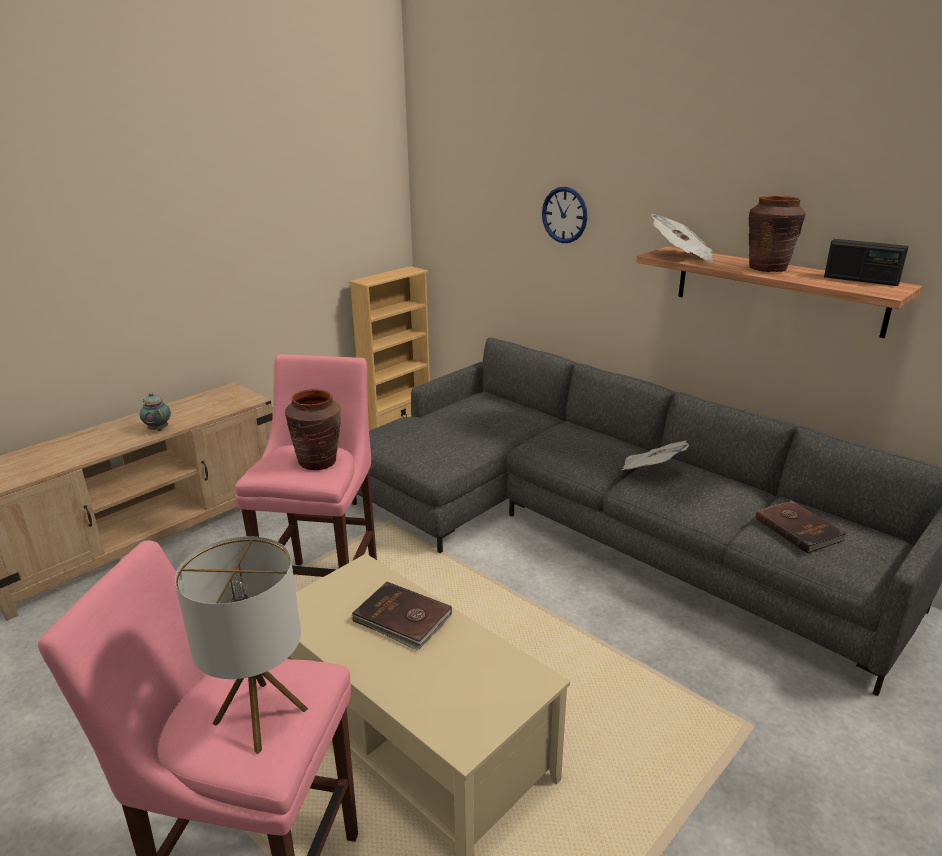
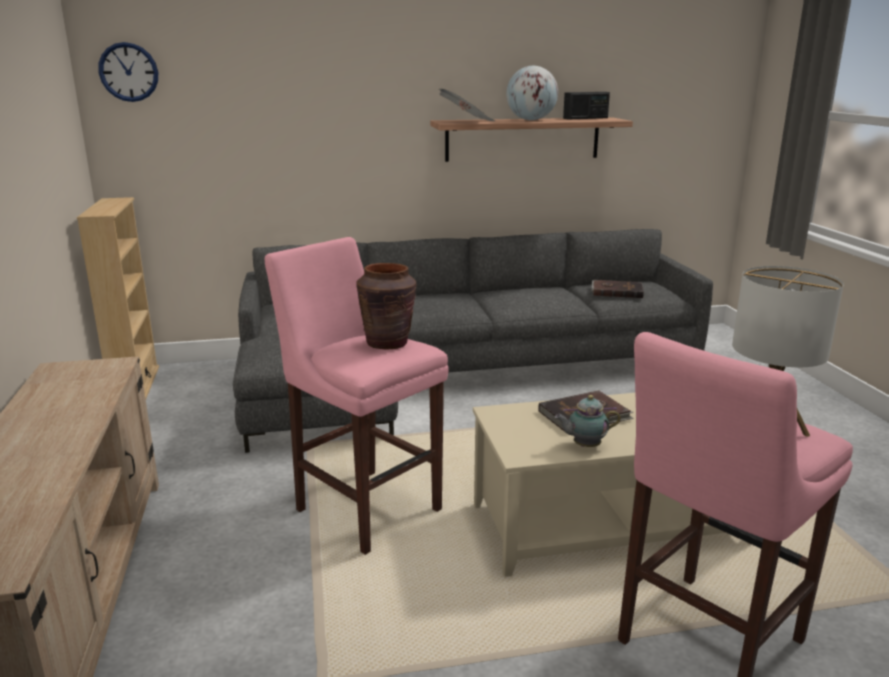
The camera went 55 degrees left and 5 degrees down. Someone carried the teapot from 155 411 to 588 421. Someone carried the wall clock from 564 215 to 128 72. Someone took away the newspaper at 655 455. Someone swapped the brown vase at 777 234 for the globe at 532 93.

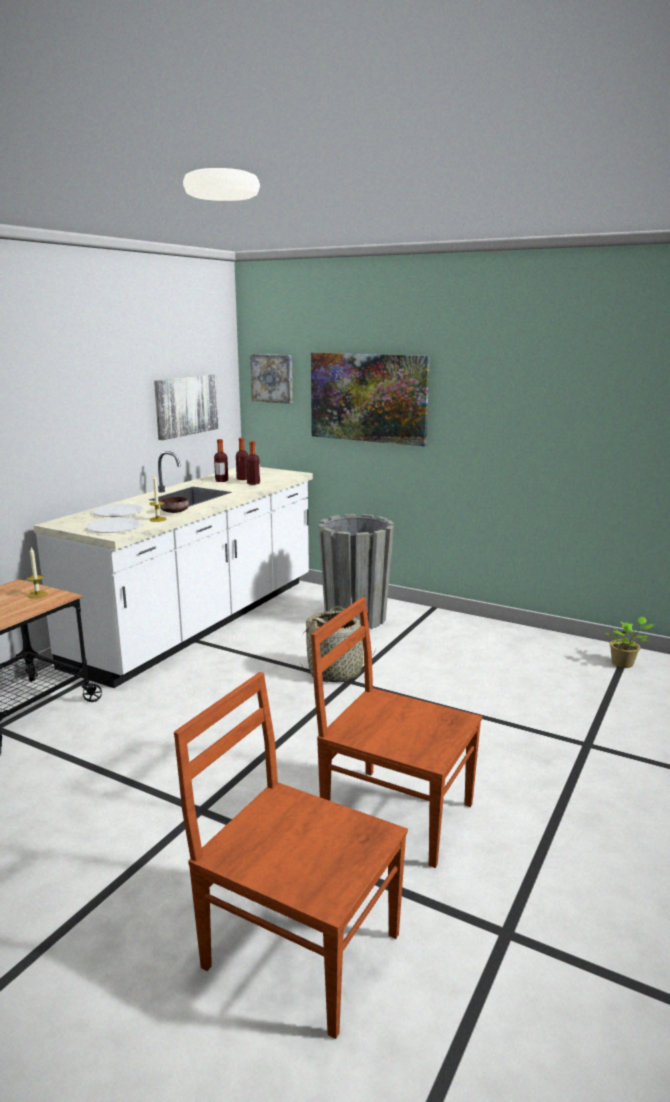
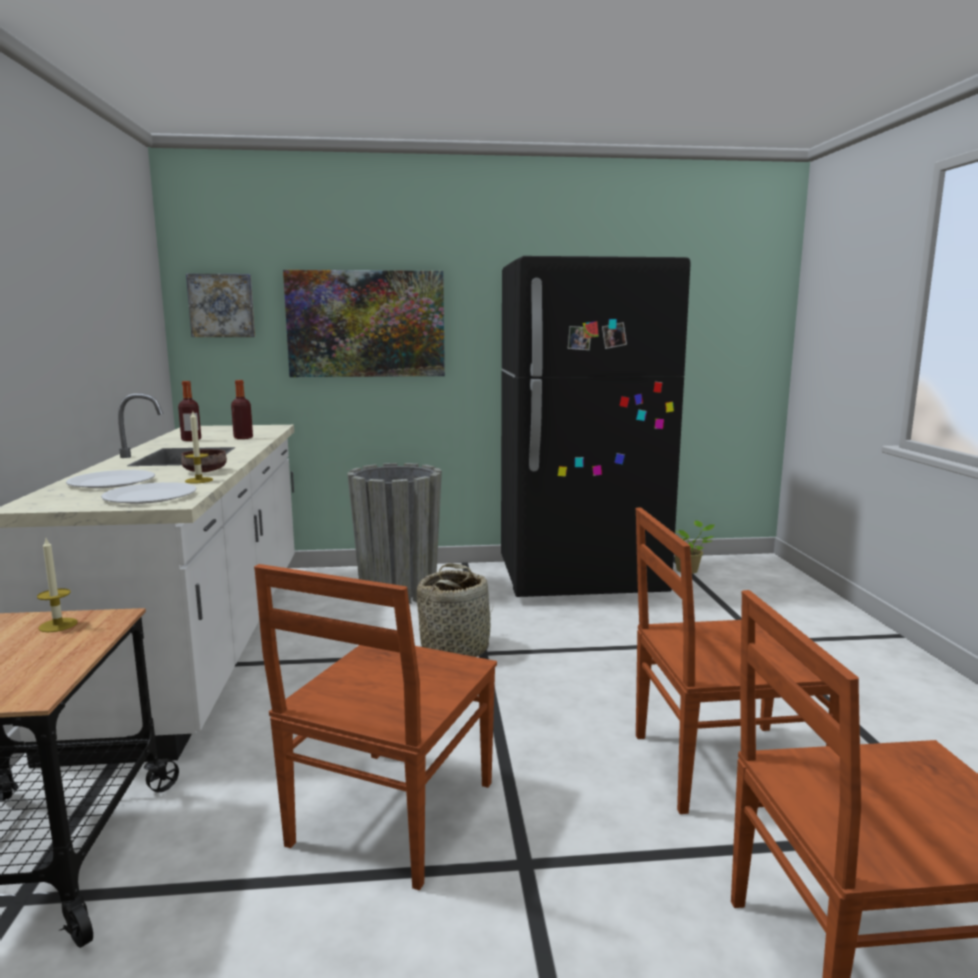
The camera went 35 degrees left and 5 degrees down. Someone took away the picture at 186 407. Someone took away the bottle at 242 459. Someone put down the brown chair at 375 727. Someone put down the black fridge at 596 426.

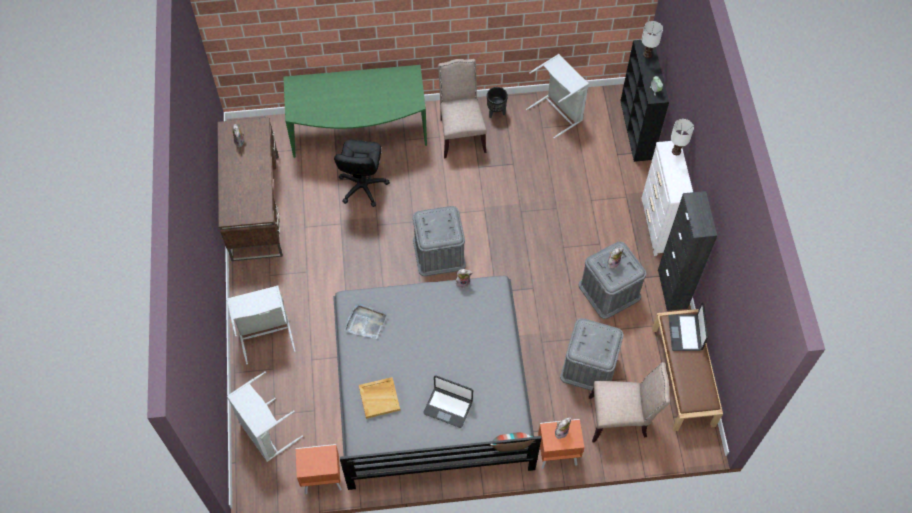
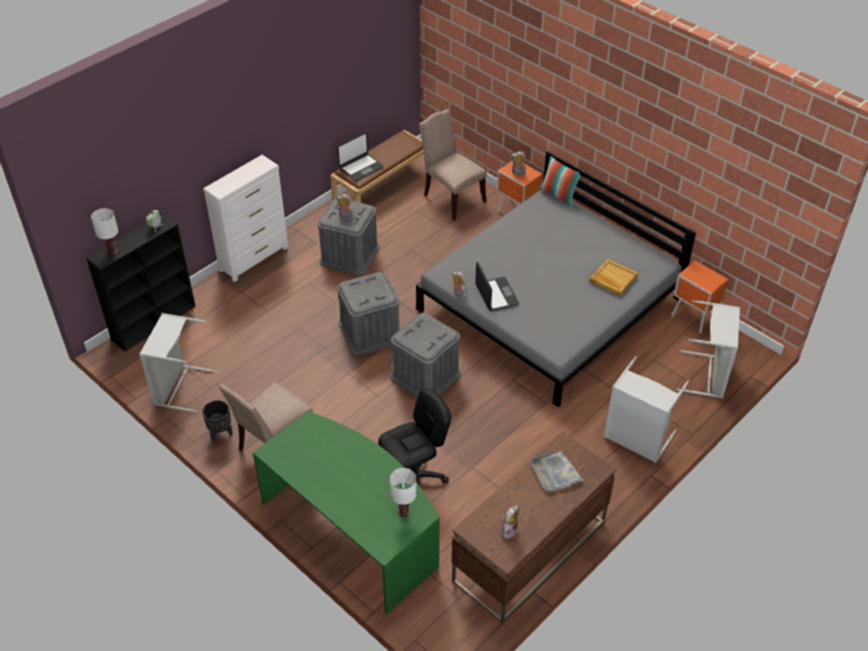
The camera went 130 degrees left and 15 degrees down. Someone carried the grey tray from 365 321 to 556 471. Someone carried the laptop from 448 401 to 497 287. Someone carried the grey storage box from 592 354 to 368 314. Someone took away the black cabinet at 687 251. Someone carried the white table lamp from 682 137 to 403 492.

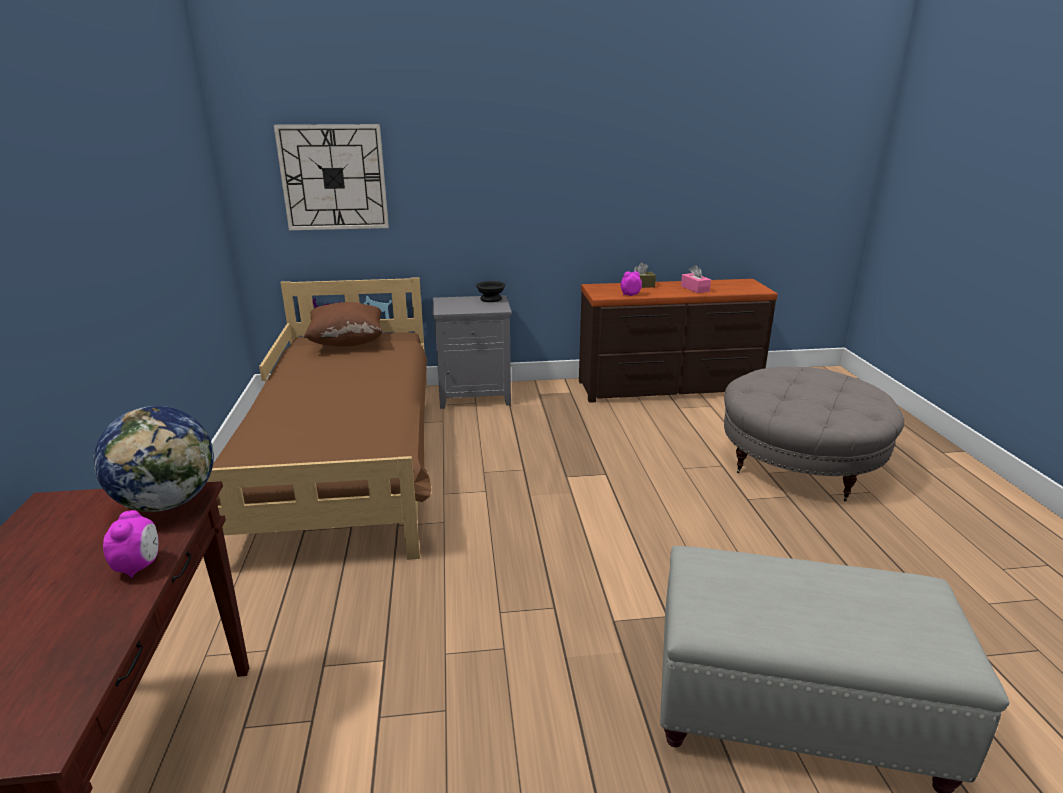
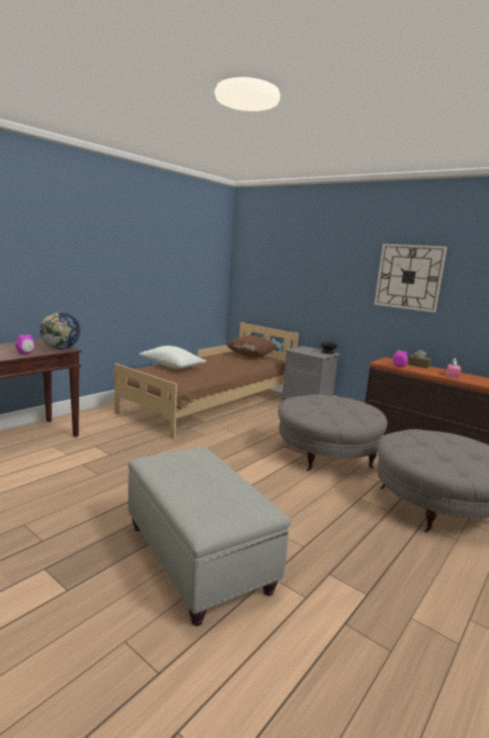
The camera went 45 degrees right and 10 degrees down. Someone carried the wall clock from 331 177 to 410 278. Someone put down the pillow at 172 357. Someone put down the grey ottoman at 332 432.

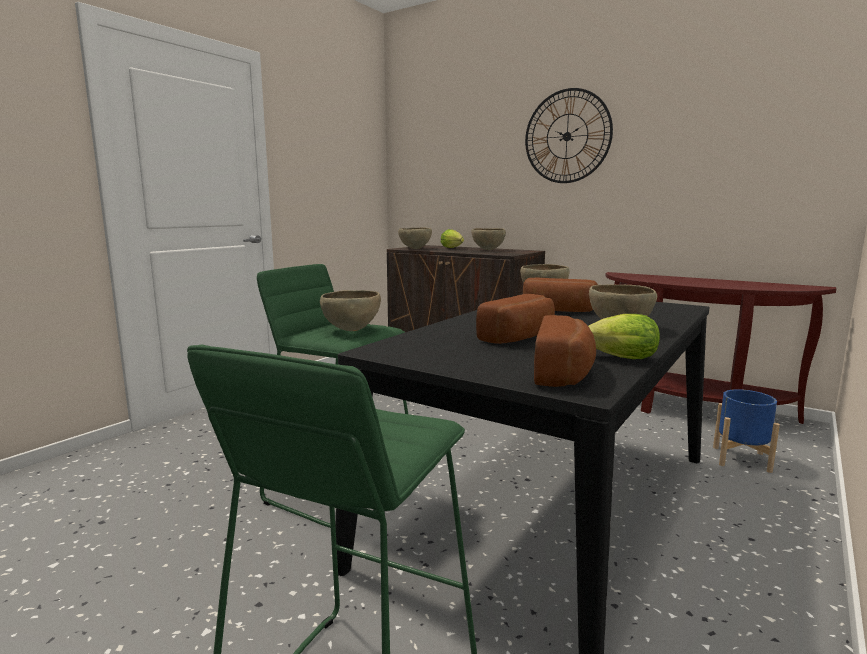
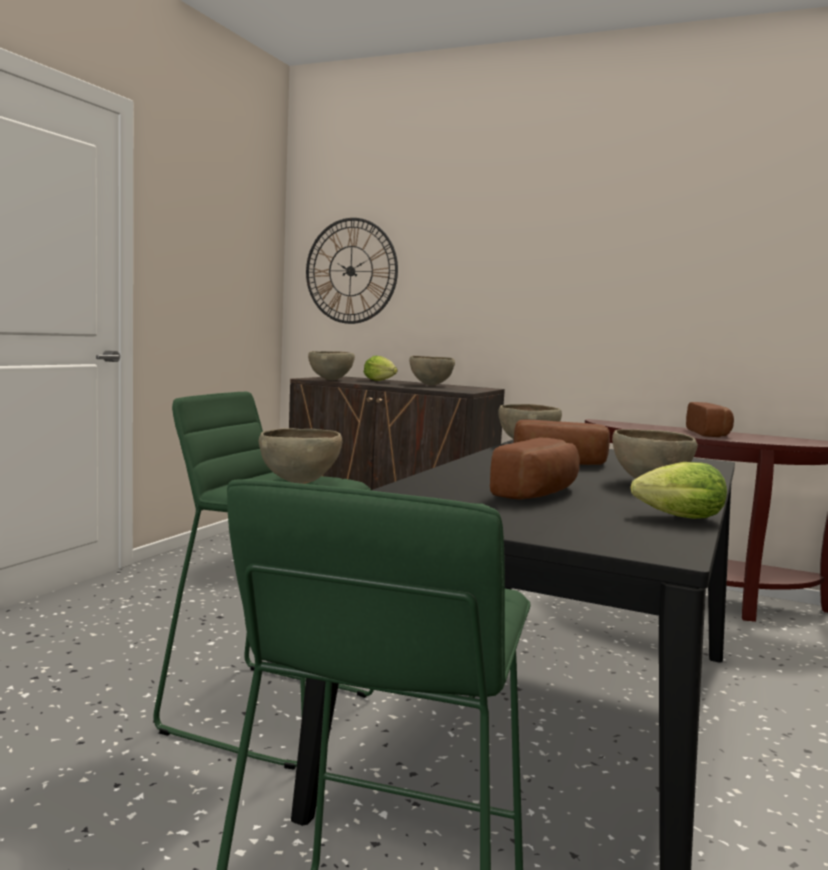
The camera went 10 degrees left and 5 degrees down. Someone carried the wall clock from 569 135 to 352 271. Someone carried the bread from 565 351 to 710 419. Someone took away the blue planter at 746 431.

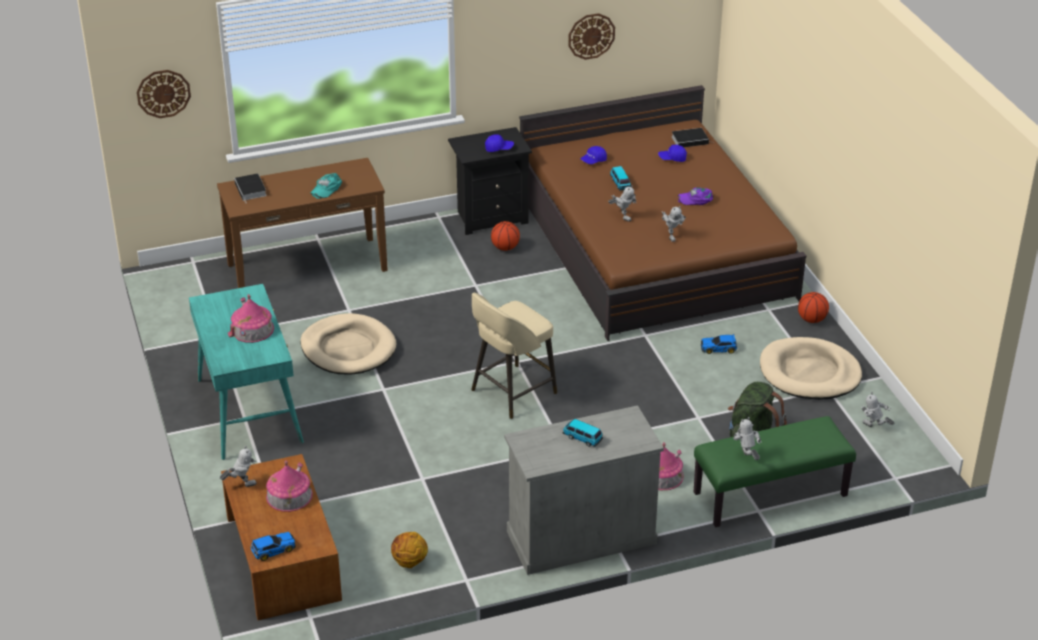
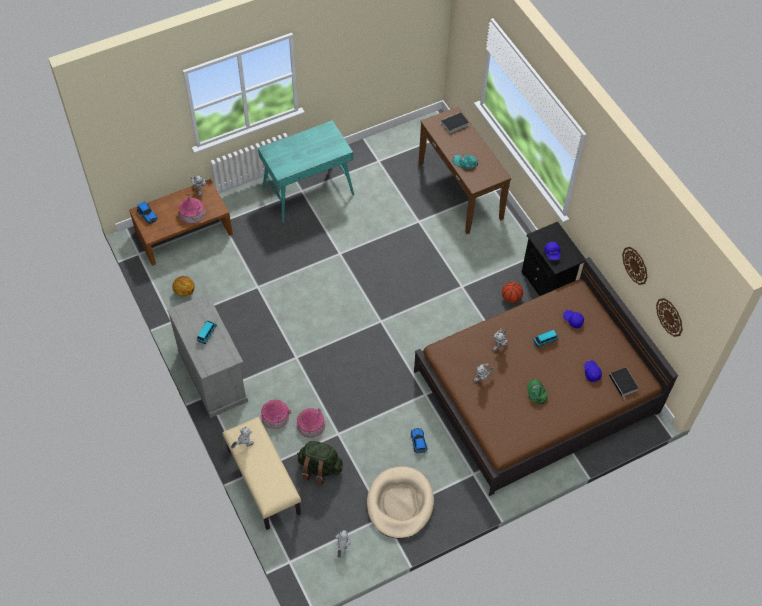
The camera went 80 degrees right and 20 degrees up. Someone carried the wall clock from 164 94 to 669 317. Someone carried the toy house from 251 318 to 311 423. Someone took away the beige dog bed at 348 344. Someone took away the beige stool at 514 356. Someone repainted the purple cap at 695 196, which became the green cap at 537 391. Someone repainted the green bench at 775 471, which became the beige bench at 261 473. Someone took away the basketball at 813 307.

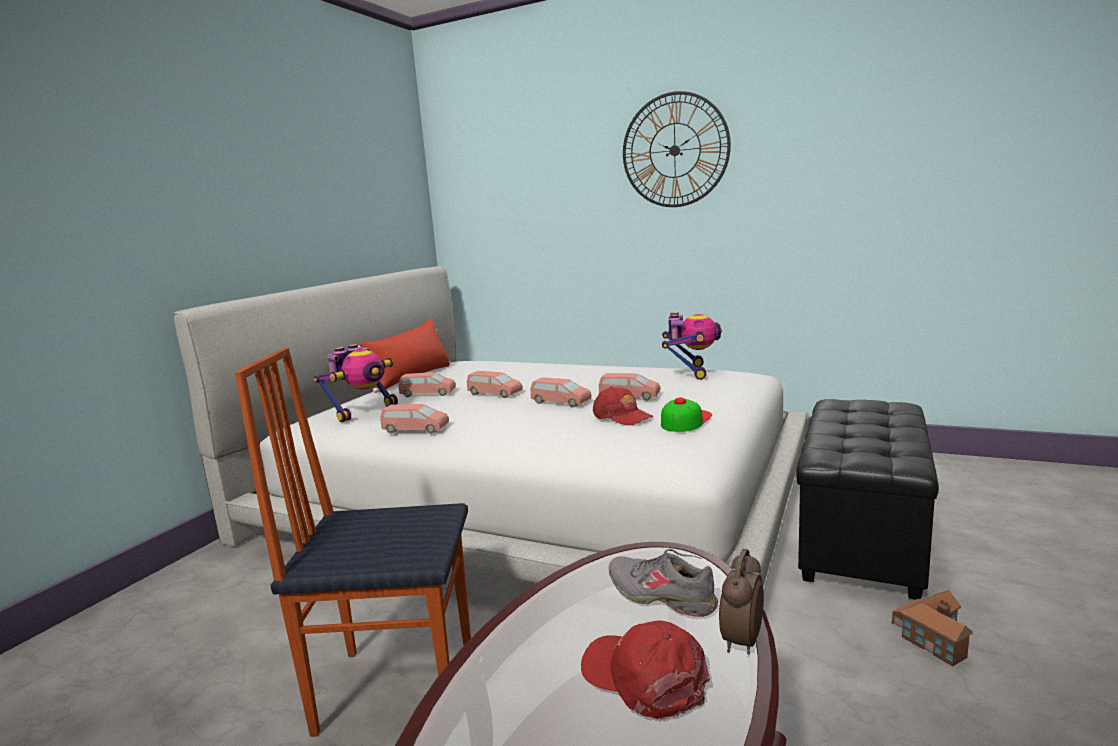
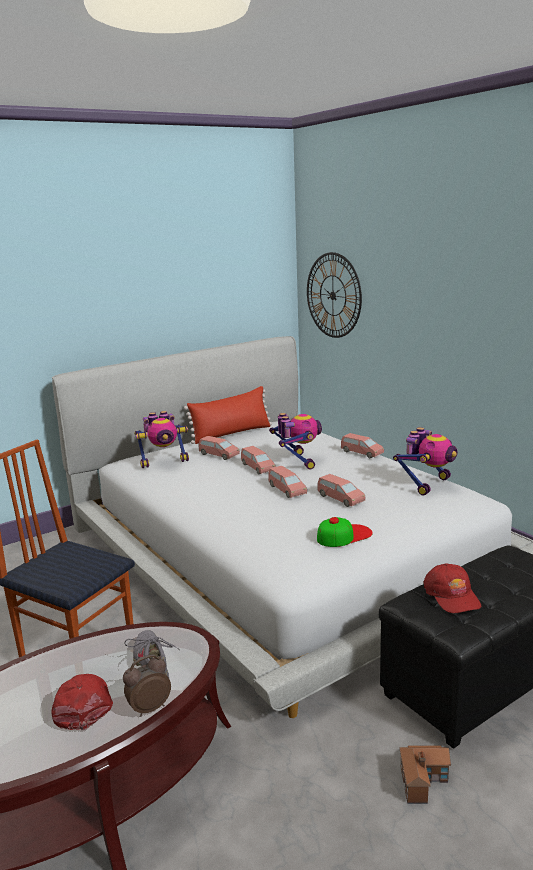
The camera went 30 degrees right and 5 degrees up. Someone carried the pink toy car from 414 419 to 362 445. Someone carried the red cap from 623 405 to 452 588. Someone carried the wall clock from 677 149 to 334 295. Someone put down the toy robot at 295 441.

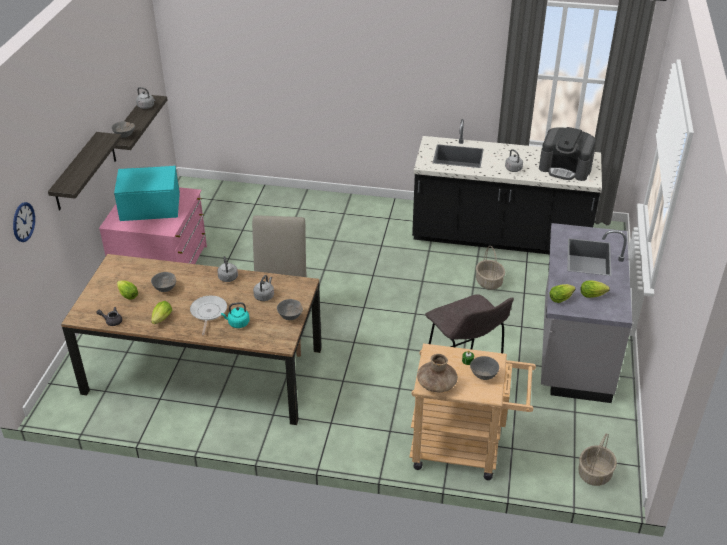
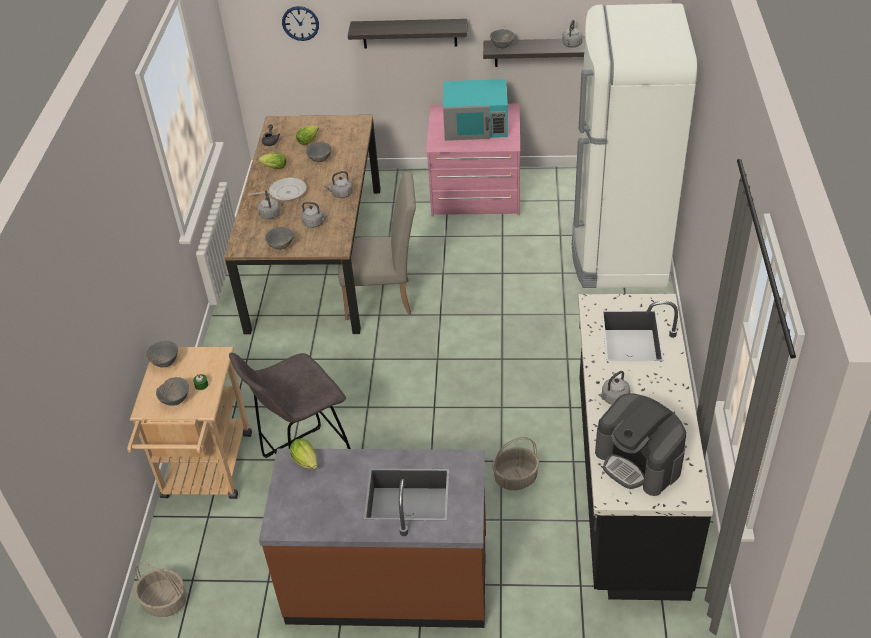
The camera went 85 degrees right and 5 degrees up. Someone rotated the turquoise microwave at 147 192 by 105 degrees clockwise. Someone repainted the turquoise kettle at 235 315, which became the grey kettle at 269 205. Someone swapped the brown vase at 437 373 for the grey bowl at 162 354. Someone rotated the coffee machine at 567 154 by 60 degrees counterclockwise. Someone repainted the grey counter at 586 313, which became the brown counter at 372 538. Someone took away the lettuce at 595 289. Someone put down the white fridge at 635 145.

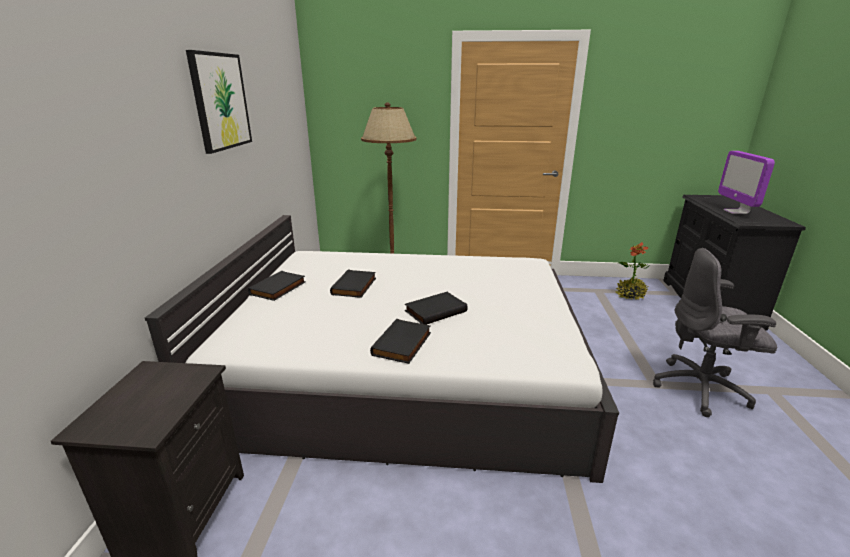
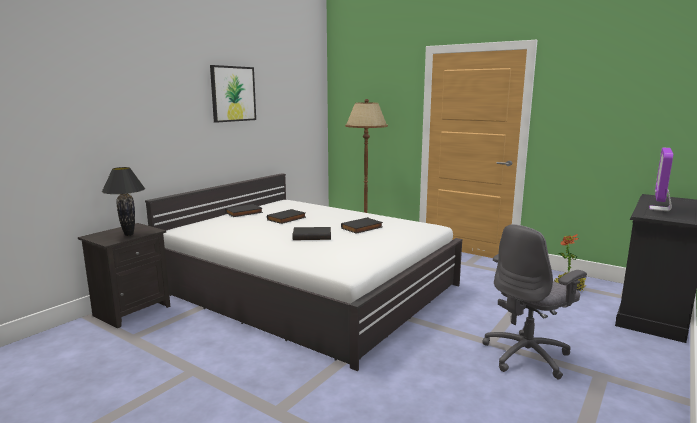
The camera went 30 degrees right and 10 degrees down. Someone carried the black book from 400 341 to 362 225. Someone rotated the grey office chair at 715 332 by 75 degrees counterclockwise. Someone put down the black table lamp at 123 201.

